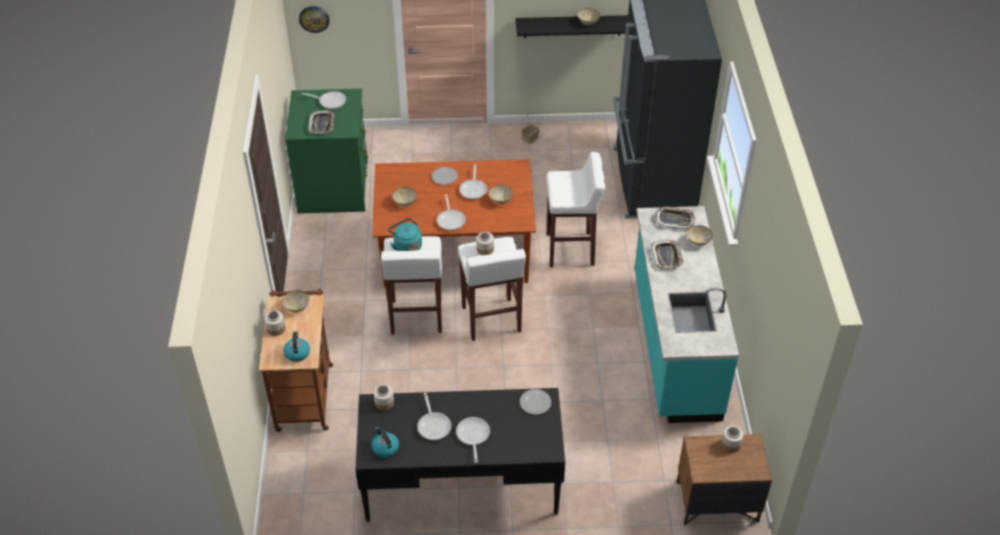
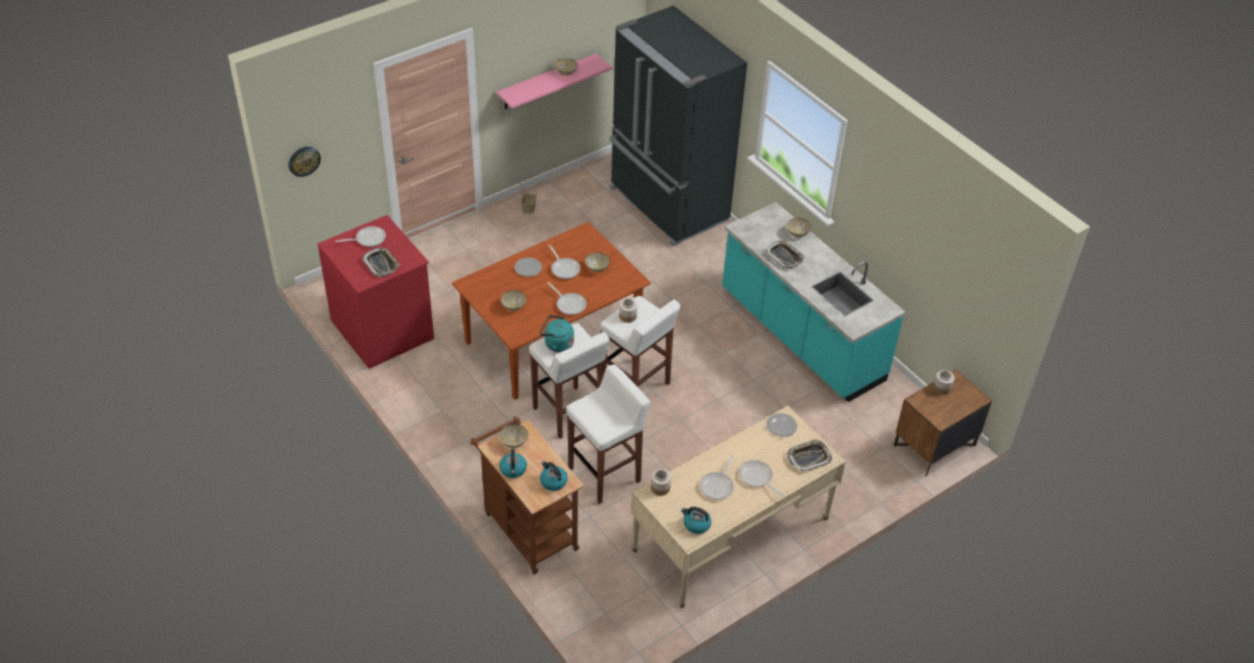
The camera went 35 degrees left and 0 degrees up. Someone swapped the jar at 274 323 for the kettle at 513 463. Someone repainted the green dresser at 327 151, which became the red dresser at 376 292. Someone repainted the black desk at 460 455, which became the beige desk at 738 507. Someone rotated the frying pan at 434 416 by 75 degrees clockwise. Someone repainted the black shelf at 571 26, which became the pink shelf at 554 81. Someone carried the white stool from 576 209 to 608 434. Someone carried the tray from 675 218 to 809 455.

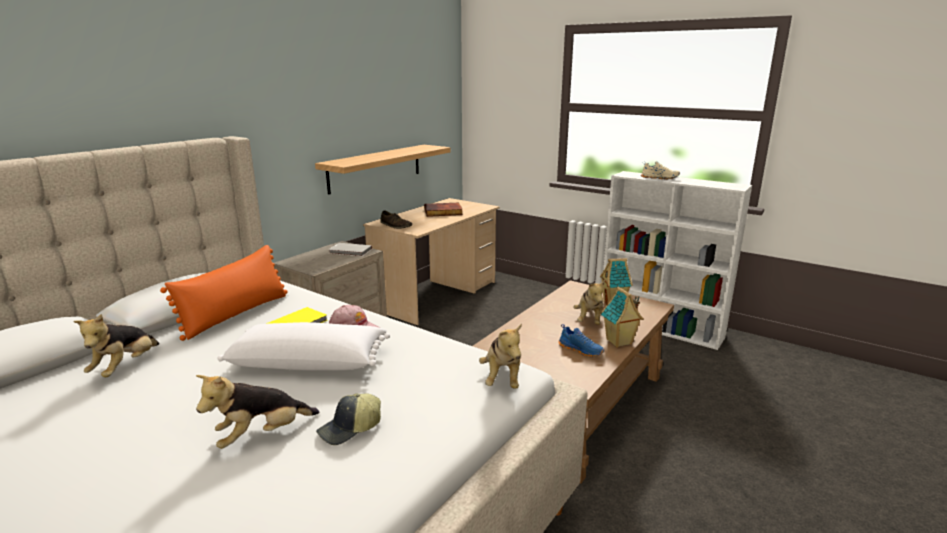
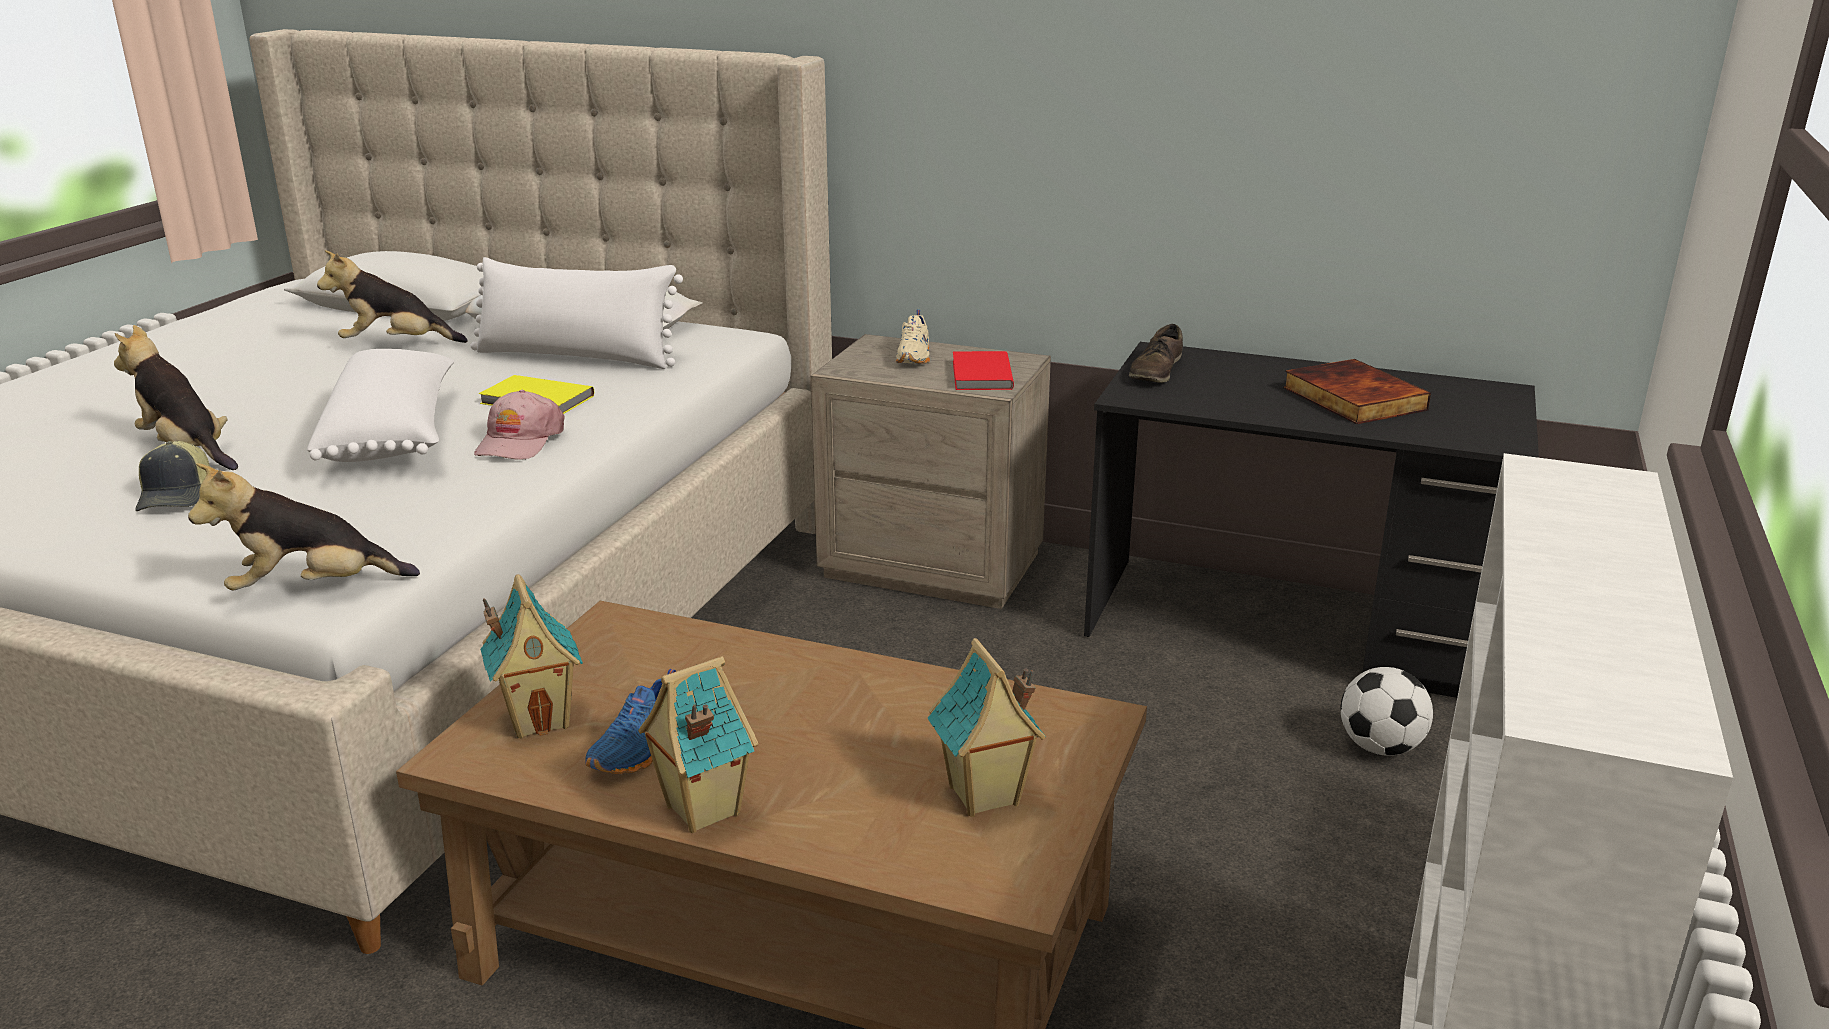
The camera went 75 degrees right and 5 degrees up. Someone repainted the orange pillow at 224 293, which became the white pillow at 576 313. Someone took away the shelf at 383 170. Someone rotated the cap at 348 419 by 135 degrees counterclockwise. Someone repainted the white book at 350 249, which became the red book at 983 370. Someone repainted the beige desk at 431 261, which became the black desk at 1311 520. Someone took away the plush toy at 589 302. Someone carried the beige shoe from 660 170 to 913 337. Someone put down the toy house at 531 656. Someone put down the football at 1386 711.

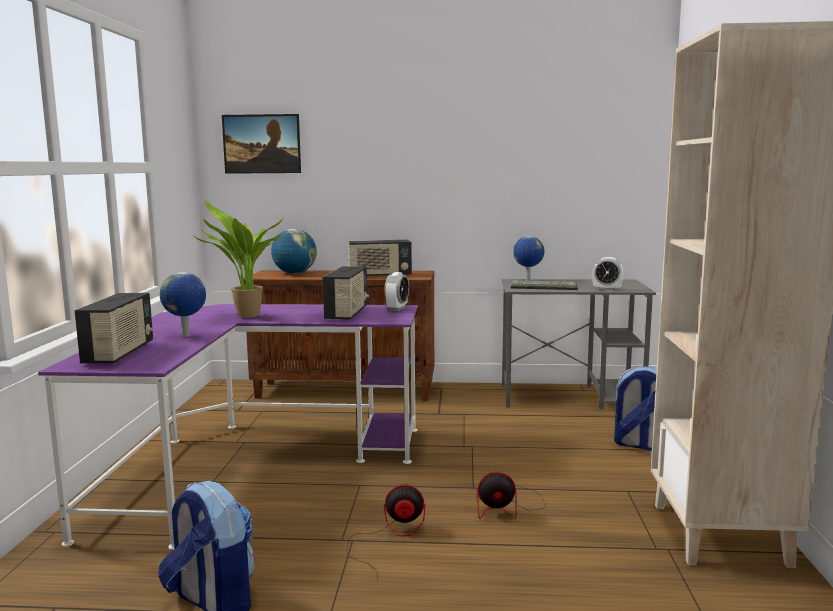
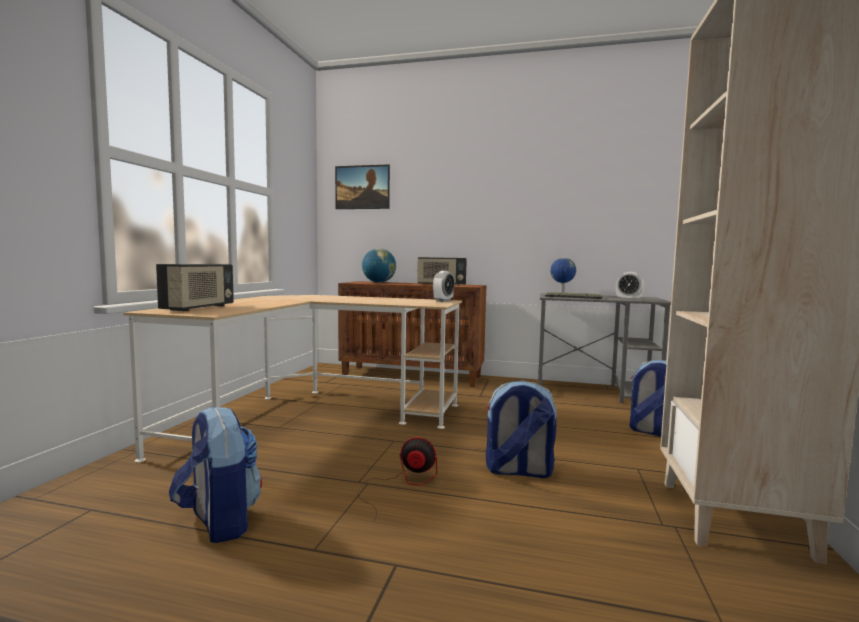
The camera went 10 degrees right and 5 degrees down. Someone repainted the purple desk at 228 427, which became the beige desk at 293 379. Someone took away the globe at 183 304. Someone took away the potted plant at 239 259. Someone took away the radio at 346 293. Someone swapped the fan at 511 495 for the backpack at 521 429.

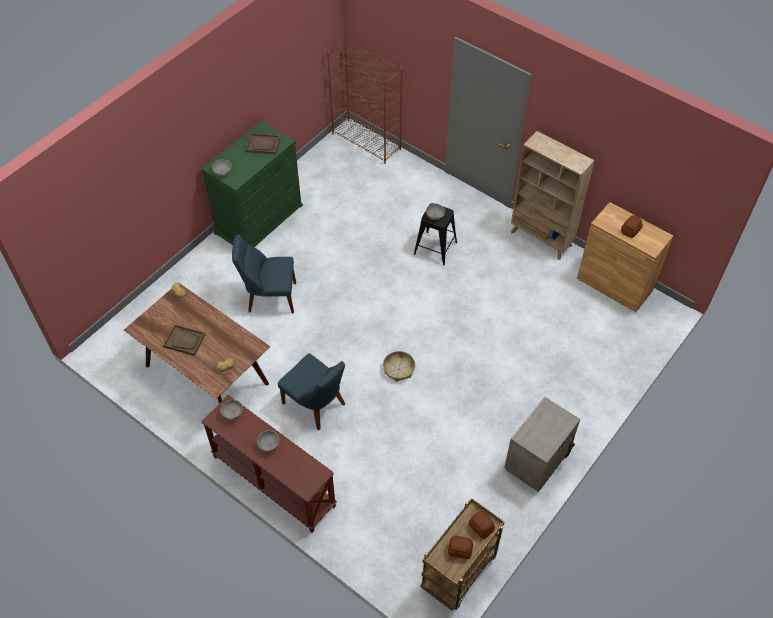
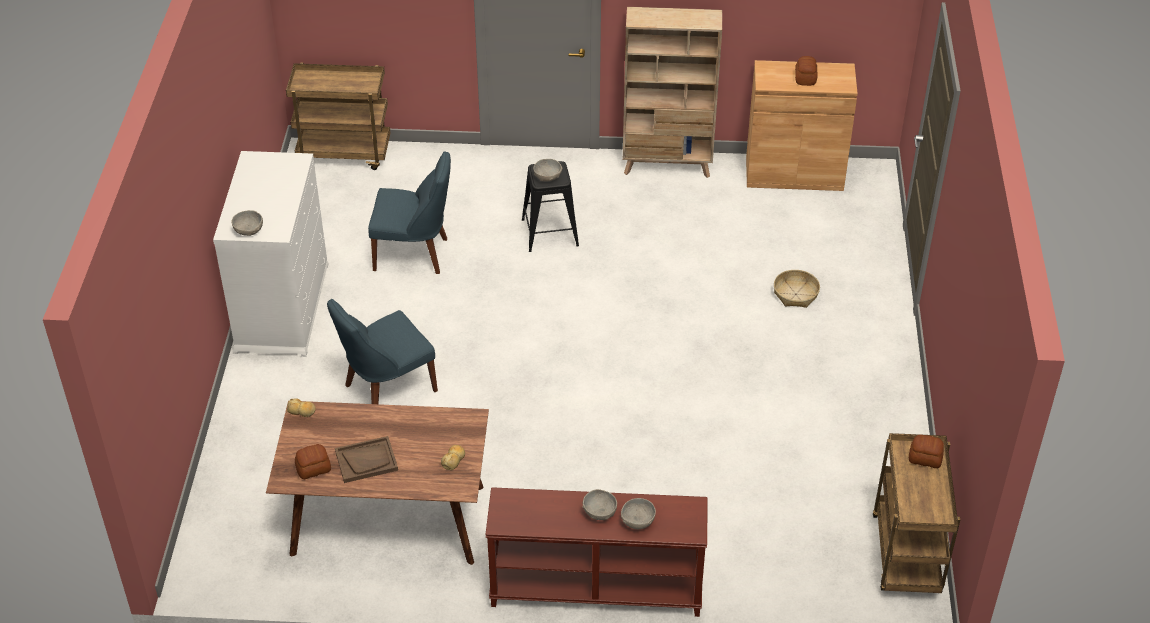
The camera went 35 degrees left and 10 degrees down. Someone repainted the green dresser at 252 184, which became the white dresser at 271 254. Someone carried the grey bowl from 231 410 to 638 513. Someone took away the brown tray at 262 144. Someone carried the blue chair from 311 391 to 409 213. Someone swapped the brown bookcase at 365 101 for the brown cart at 338 116. Someone carried the basket from 399 366 to 797 289. Someone carried the bread from 460 547 to 313 461. Someone took away the beige nightstand at 542 444.

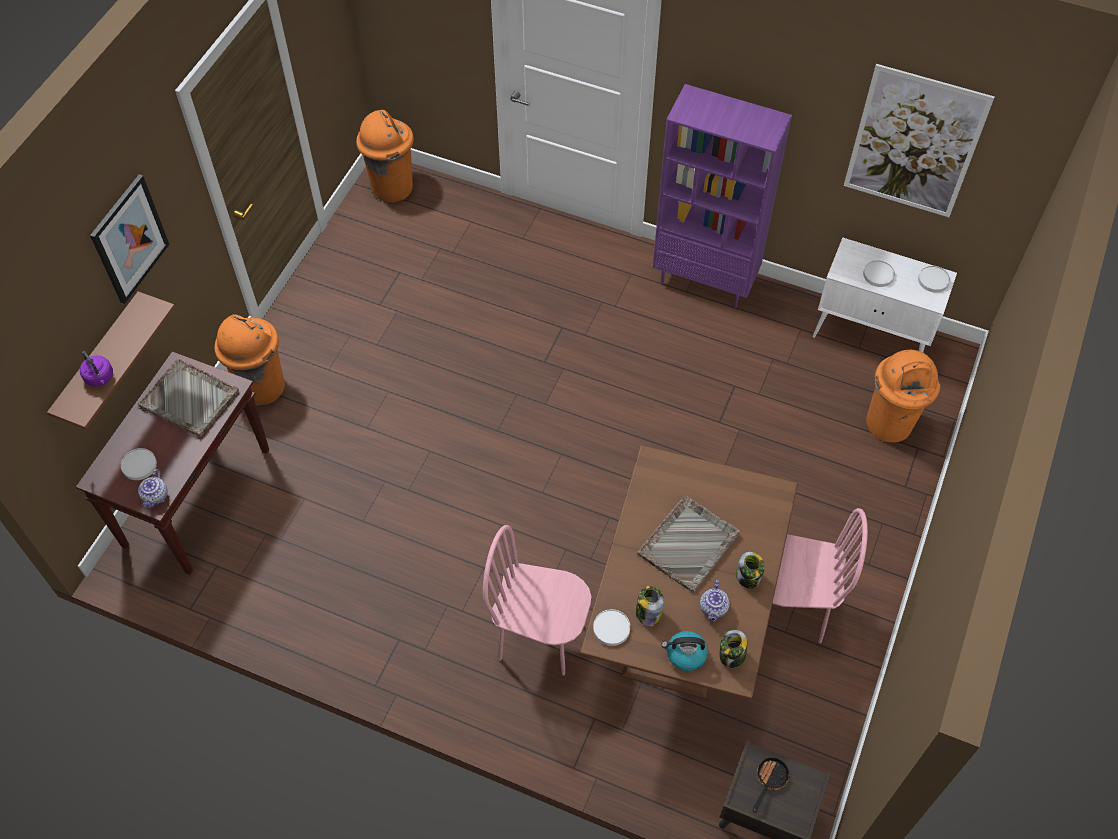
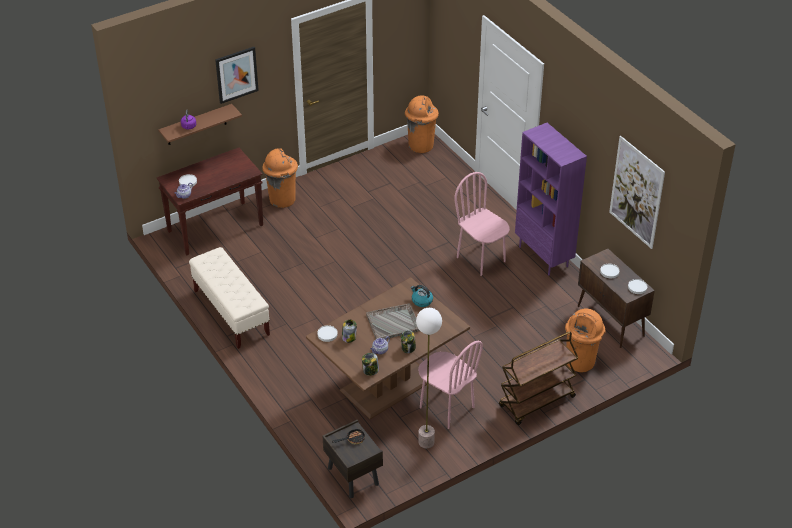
The camera went 35 degrees right and 15 degrees down. Someone took away the grey tray at 188 397. Someone carried the pink chair from 537 600 to 482 224. Someone carried the kettle from 684 651 to 422 296. Someone repainted the white cabinet at 885 294, which became the brown cabinet at 616 298. Someone put down the beige bench at 229 298. Someone put down the floor lamp at 429 378. Someone put down the brown cart at 538 378.

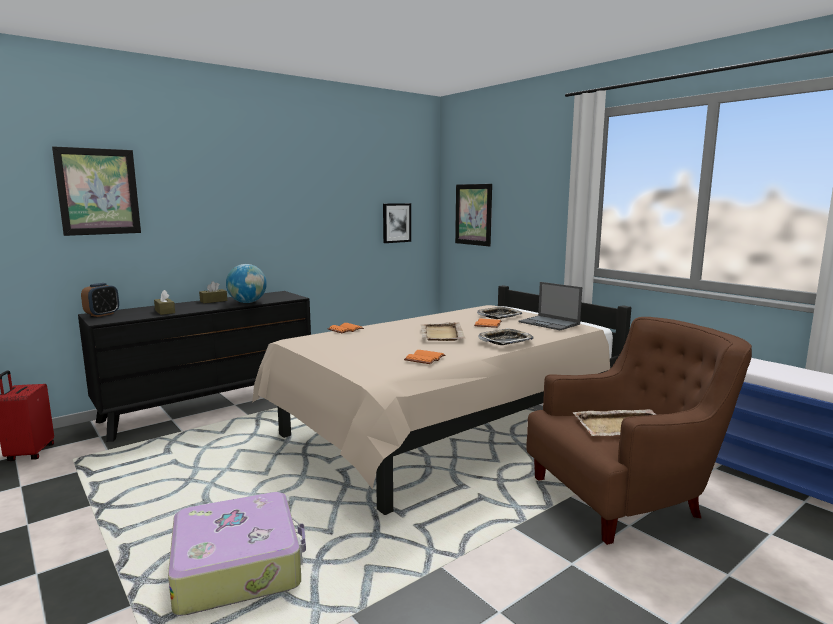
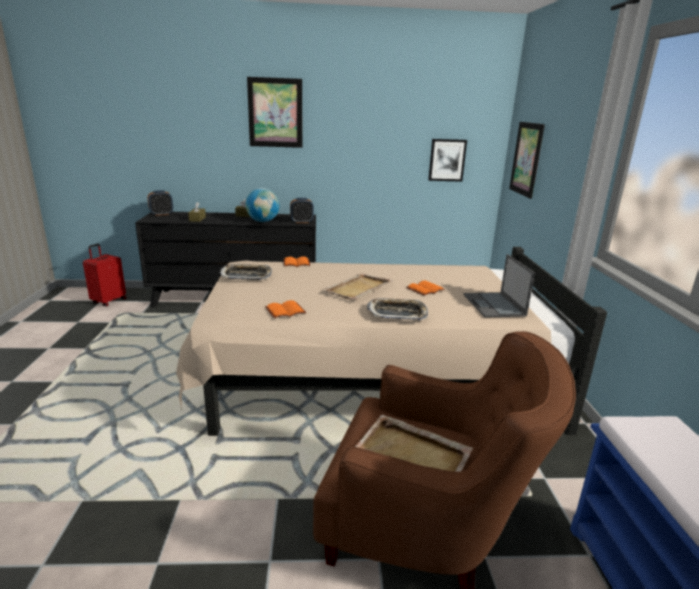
The camera went 35 degrees right and 10 degrees up. Someone carried the picture from 96 191 to 274 112. Someone took away the suitcase at 237 554. Someone carried the tray from 499 312 to 246 272. Someone put down the alarm clock at 302 210.

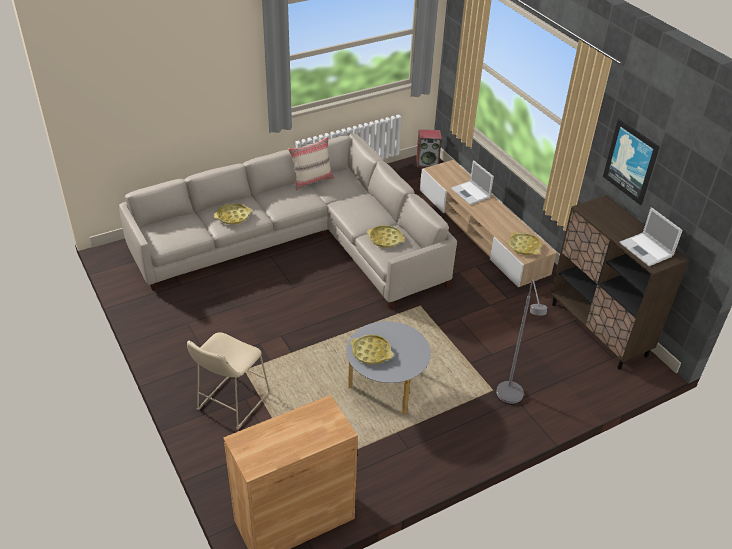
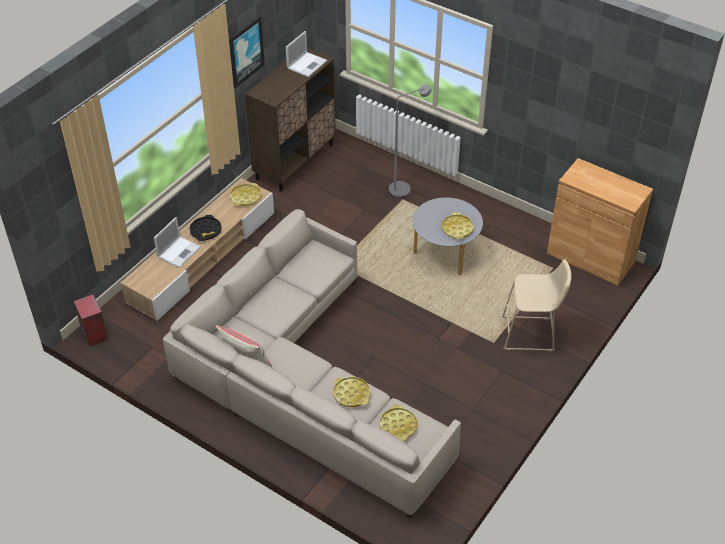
The camera went 115 degrees left and 5 degrees up. Someone carried the yellow tray from 386 236 to 399 423. Someone put down the black tray at 206 228.

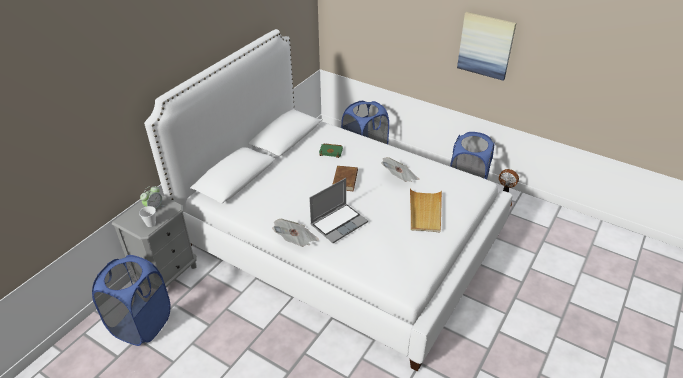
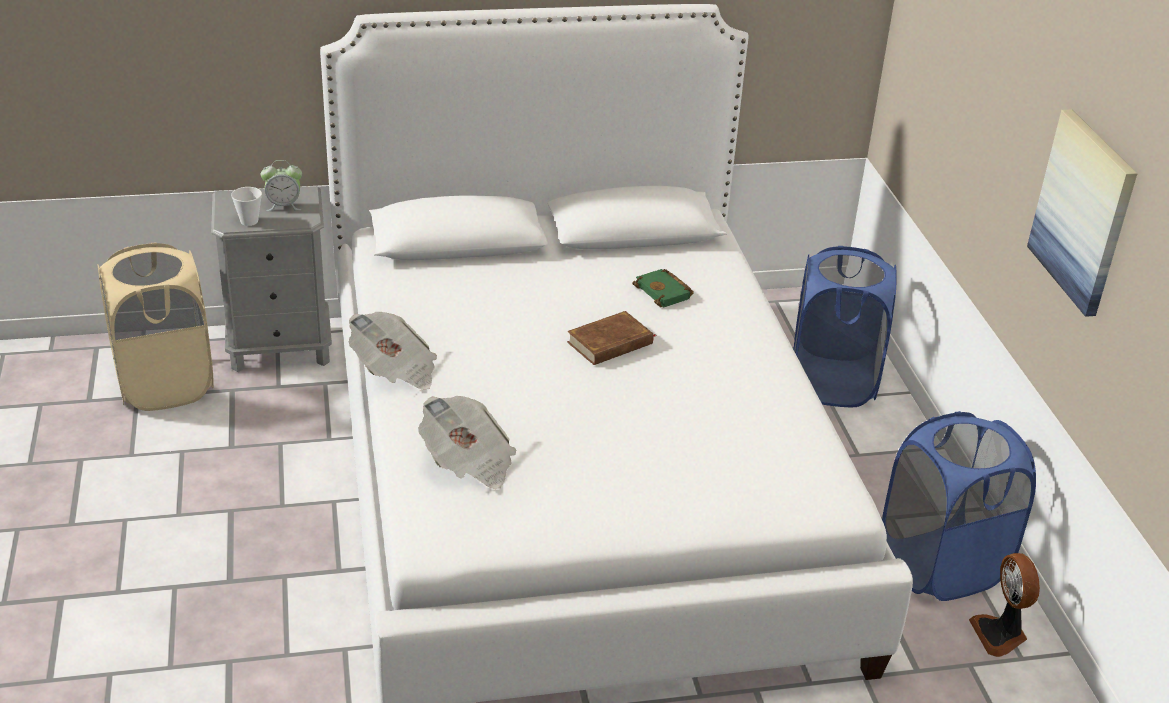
The camera went 45 degrees right and 5 degrees down. Someone repainted the blue laundry basket at 131 300, which became the beige laundry basket at 156 326. Someone took away the laptop at 338 210. Someone carried the newspaper from 400 169 to 467 442. Someone took away the beige tray at 426 210.

